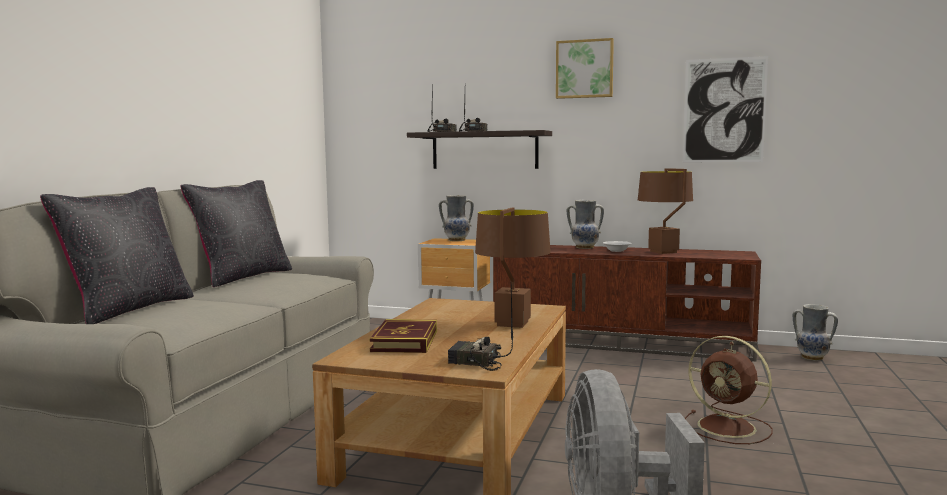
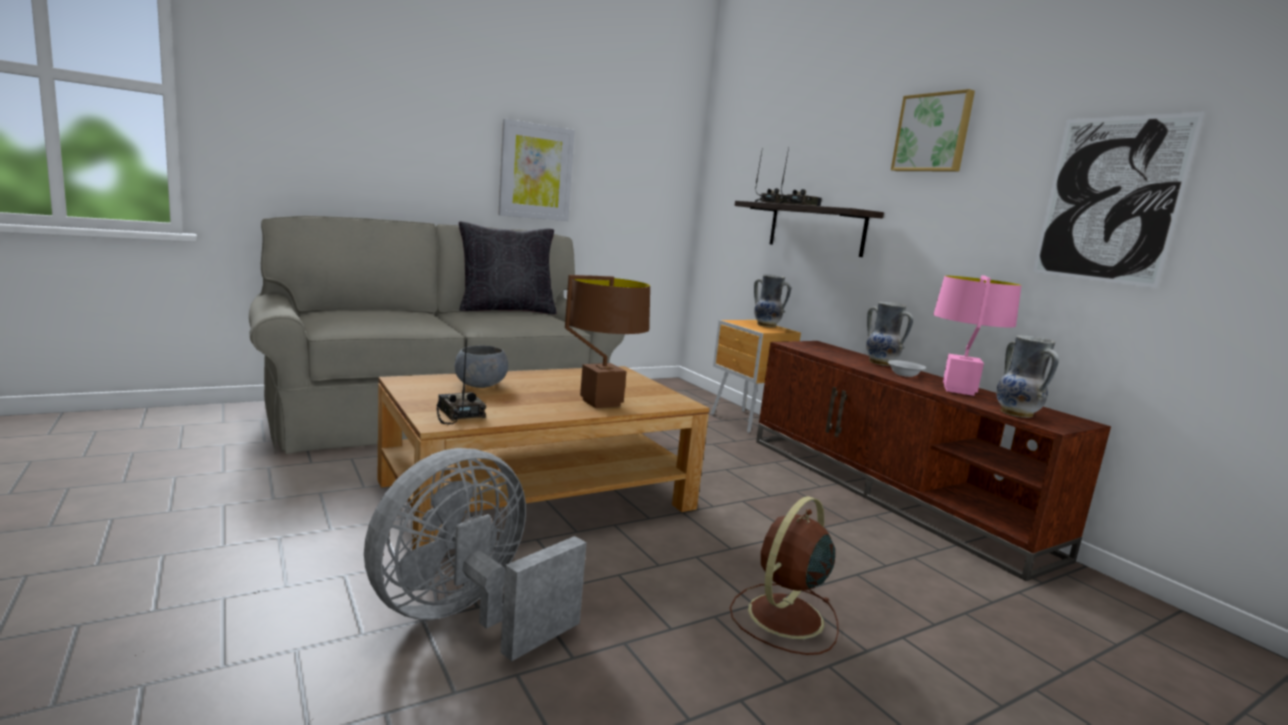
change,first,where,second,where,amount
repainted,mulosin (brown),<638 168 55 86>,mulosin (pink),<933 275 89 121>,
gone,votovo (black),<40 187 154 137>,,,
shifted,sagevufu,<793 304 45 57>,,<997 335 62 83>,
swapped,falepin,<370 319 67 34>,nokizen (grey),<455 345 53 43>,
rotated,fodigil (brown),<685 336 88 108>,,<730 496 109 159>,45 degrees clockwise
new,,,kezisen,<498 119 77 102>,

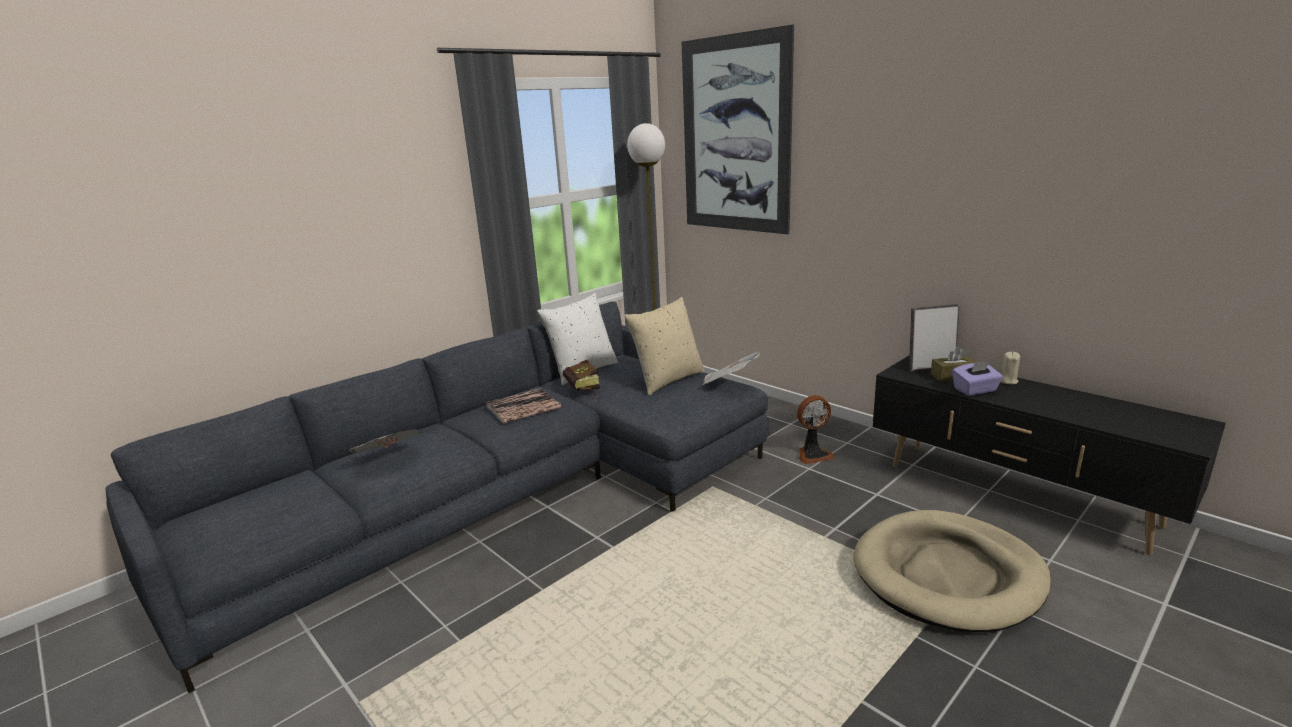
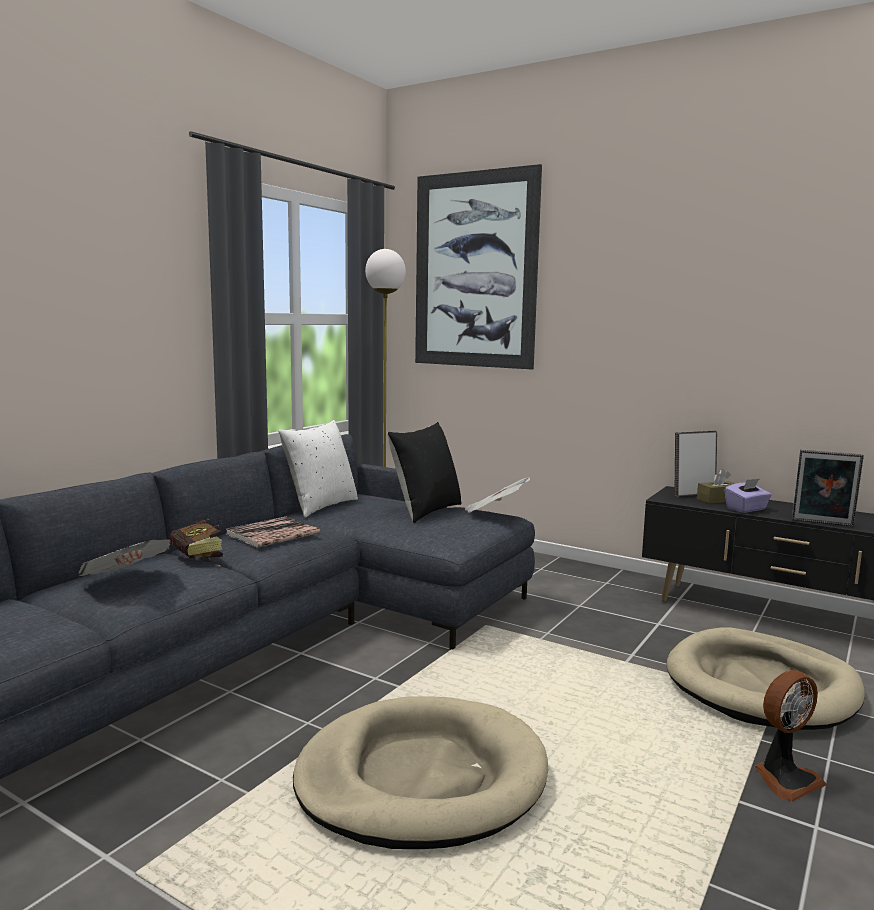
change,first,where,second,where,amount
repainted,votovo (beige),<624 297 80 98>,votovo (black),<387 422 75 101>,
gone,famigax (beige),<1001 352 19 33>,,,
shifted,falepin,<563 359 37 38>,,<169 519 54 48>,
shifted,fodigil,<797 395 38 69>,,<755 670 72 132>,
new,,,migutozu,<792 450 72 77>,
new,,,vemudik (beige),<293 696 255 153>,

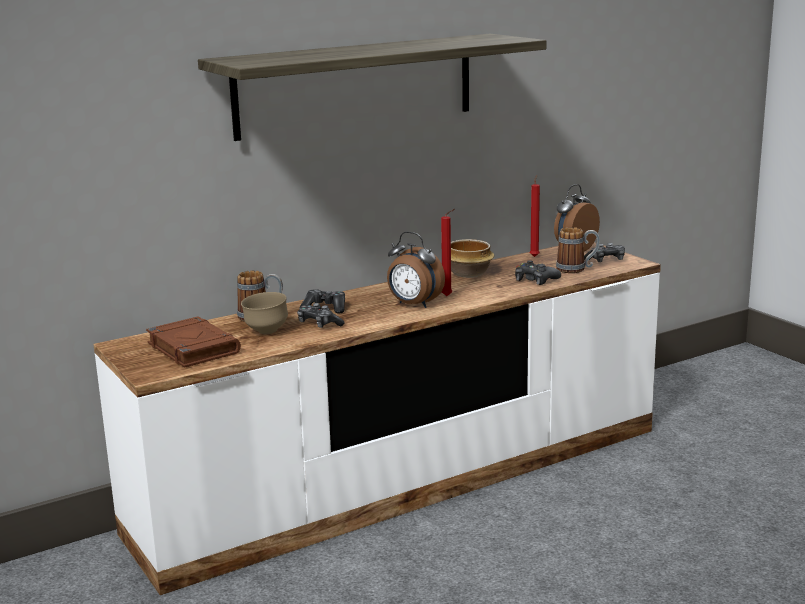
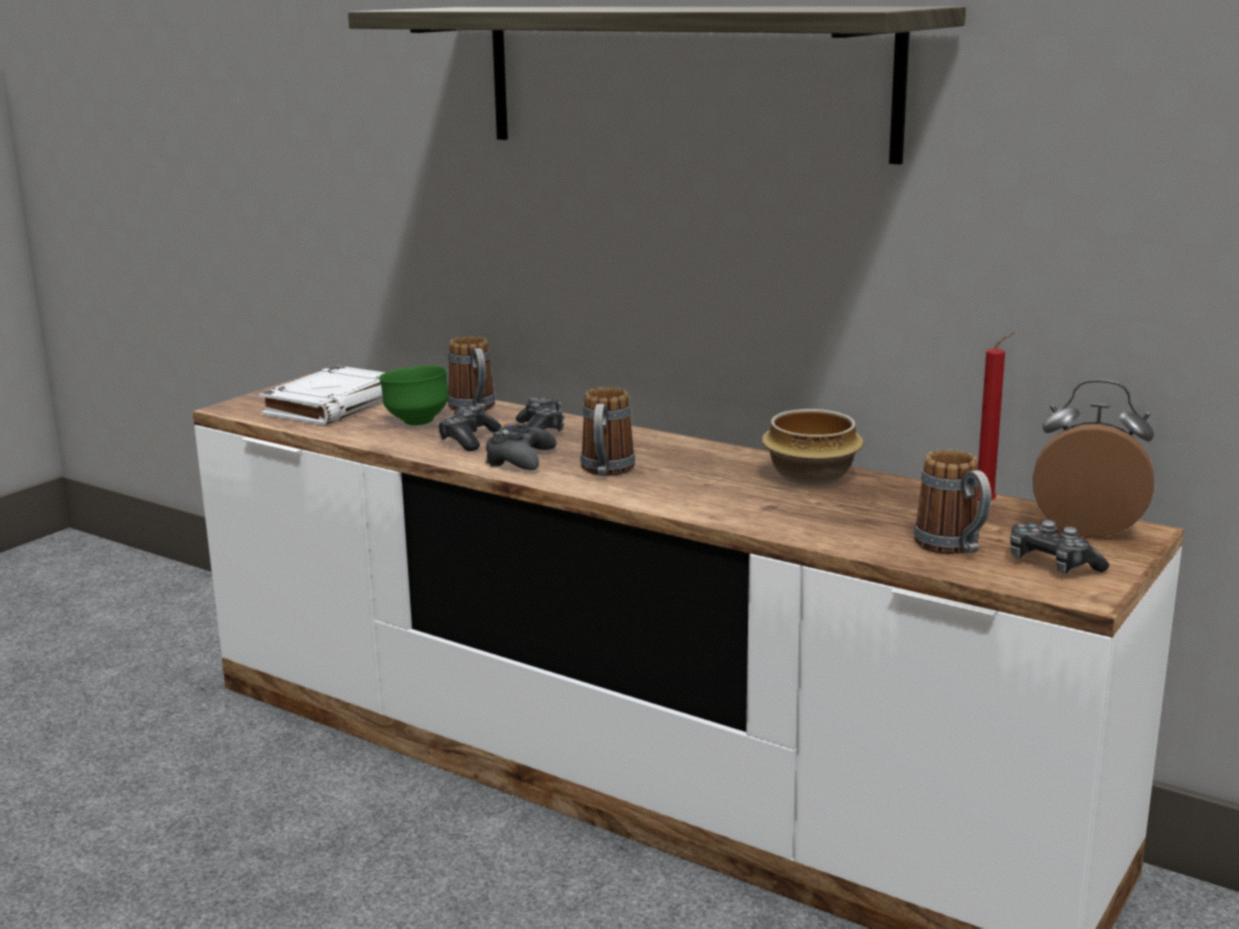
change,first,where,second,where,amount
gone,famigax (red),<441 209 14 87>,,,
swapped,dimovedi,<387 232 58 76>,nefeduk,<580 387 55 89>,
shifted,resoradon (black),<515 260 46 25>,,<485 423 72 47>,
repainted,nokizen (brown),<241 292 47 42>,nokizen (green),<379 366 70 59>,
repainted,falepin (brown),<146 317 95 51>,falepin (white),<259 366 127 59>,

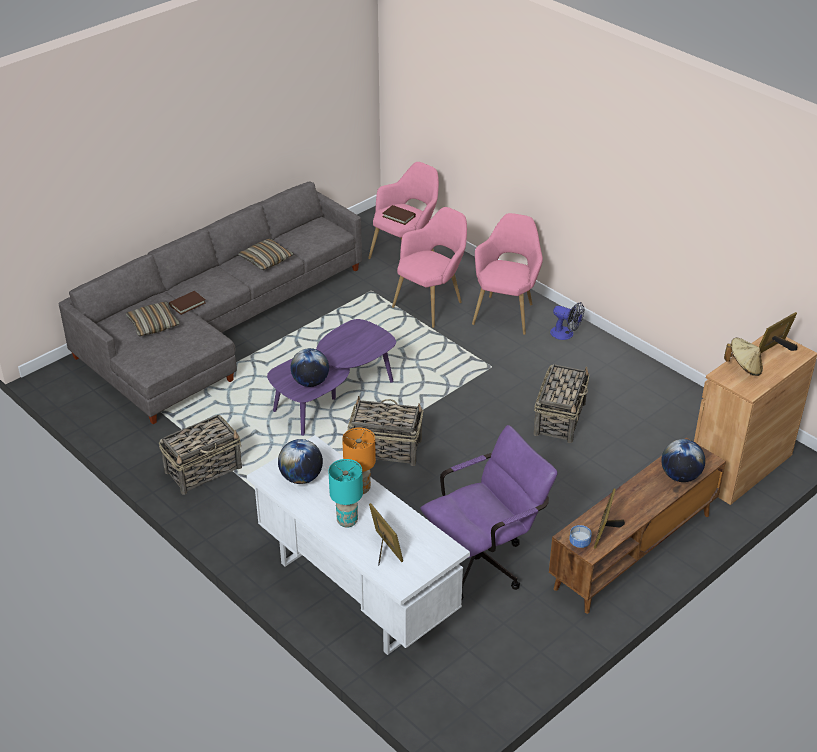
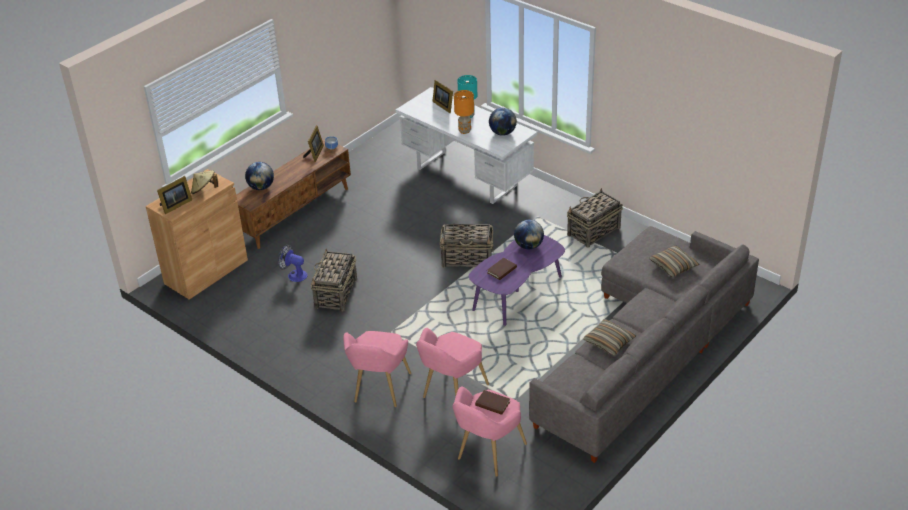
change,first,where,second,where,amount
shifted,falepin (brown),<169 291 37 24>,,<487 258 30 22>,
shifted,fodigil,<550 302 34 38>,,<278 244 29 38>,
gone,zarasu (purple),<420 425 138 175>,,,

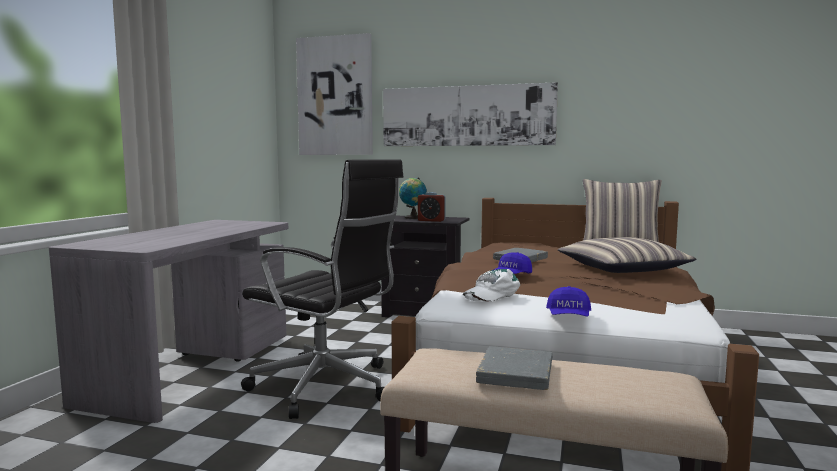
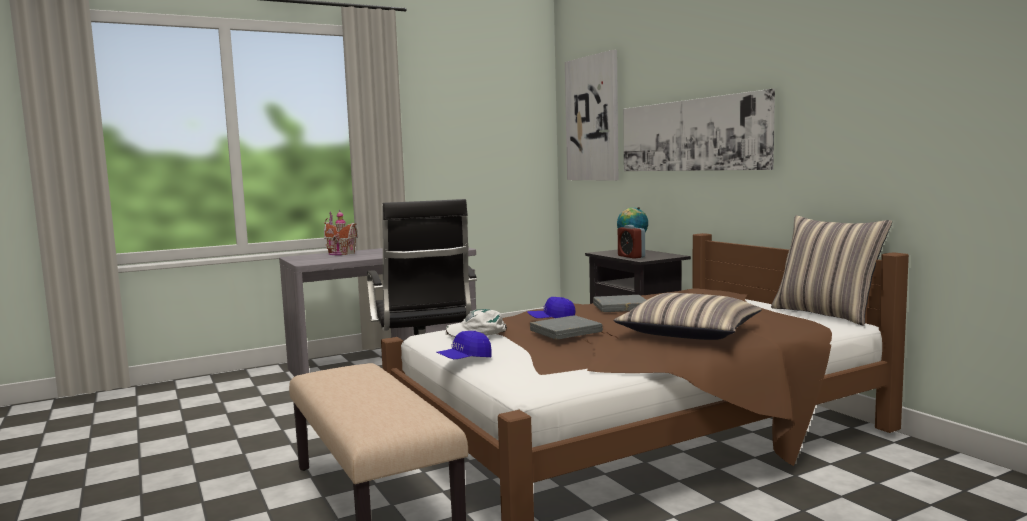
change,first,where,second,where,amount
shifted,falepin (grey),<476 346 76 44>,,<530 315 73 25>,
new,,,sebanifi,<324 209 34 46>,

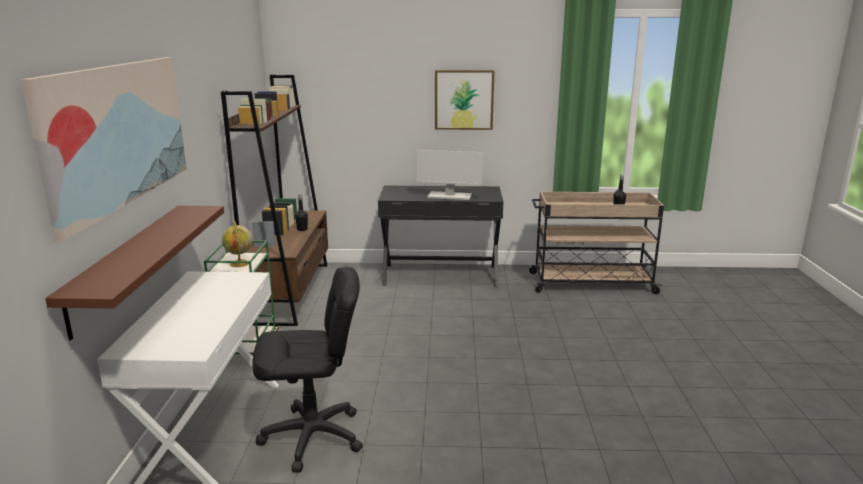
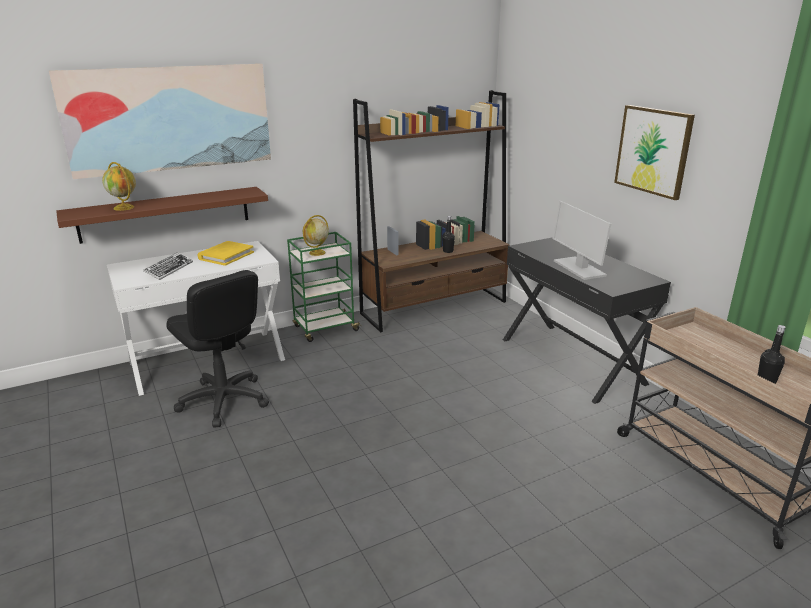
change,first,where,second,where,amount
new,,,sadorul,<102 162 34 49>,
new,,,falepin (yellow),<197 241 57 25>,
new,,,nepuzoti,<143 252 50 28>,

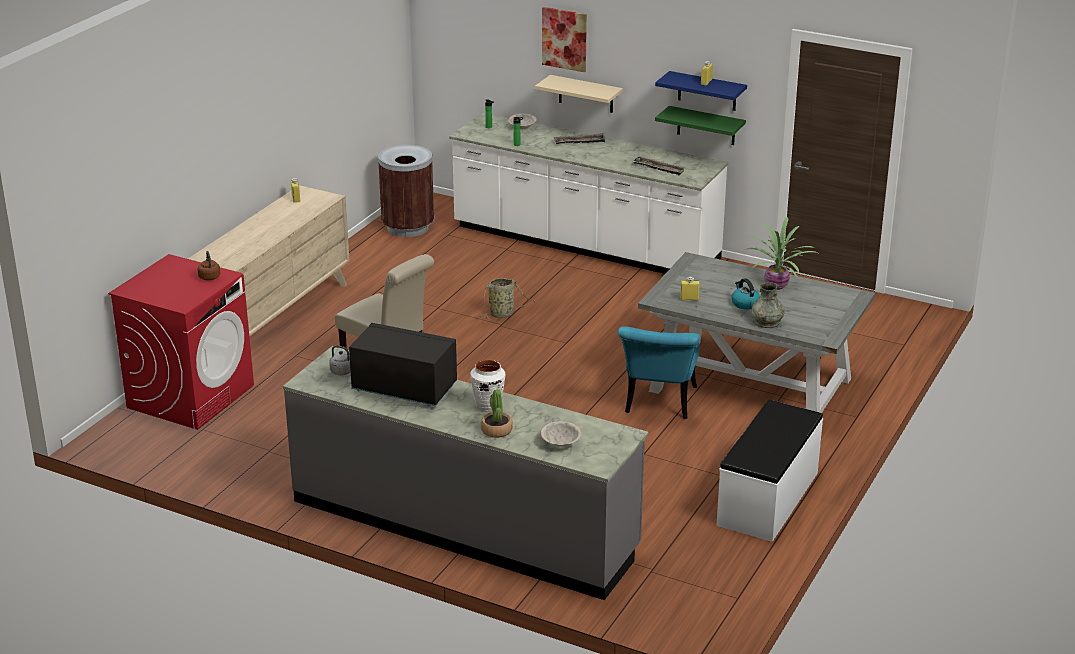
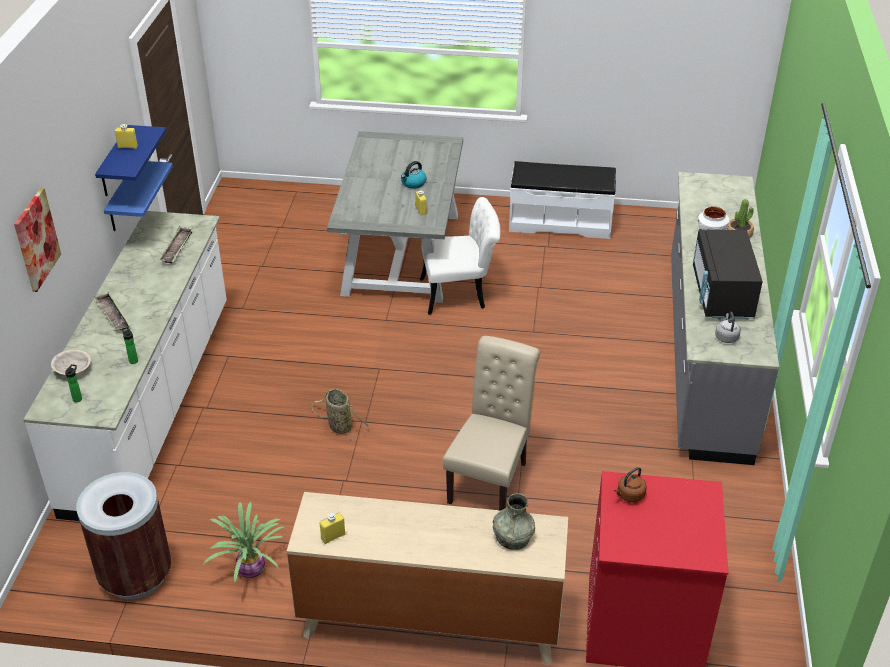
change,first,where,second,where,amount
gone,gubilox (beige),<535 75 88 38>,,,
repainted,gubilox (green),<655 106 91 39>,gubilox (blue),<104 161 69 70>,
shifted,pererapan,<743 217 75 73>,,<203 502 81 80>,
shifted,sagevufu (grey),<751 282 34 46>,,<493 493 42 57>,
repainted,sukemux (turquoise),<618 326 82 93>,sukemux (white),<420 197 81 118>,
gone,nokizen (beige),<541 421 40 26>,,,

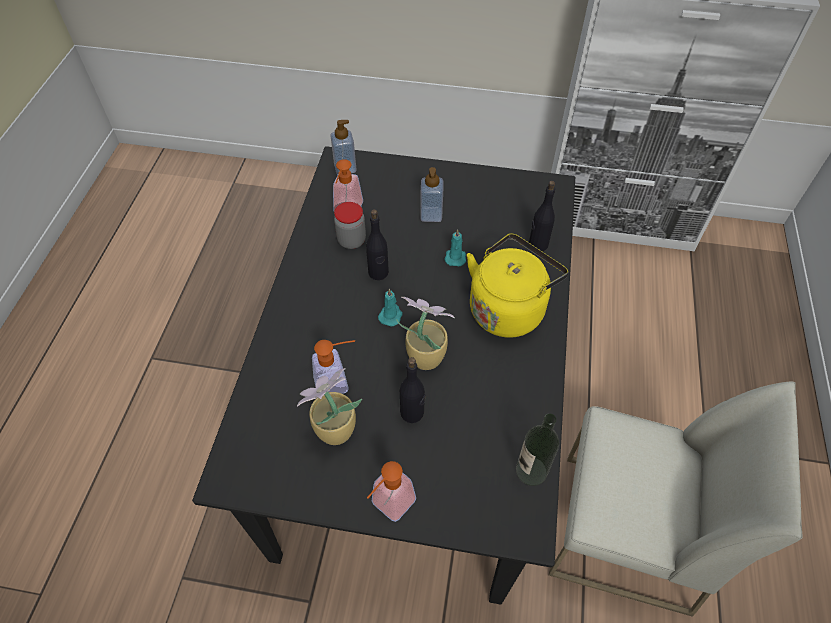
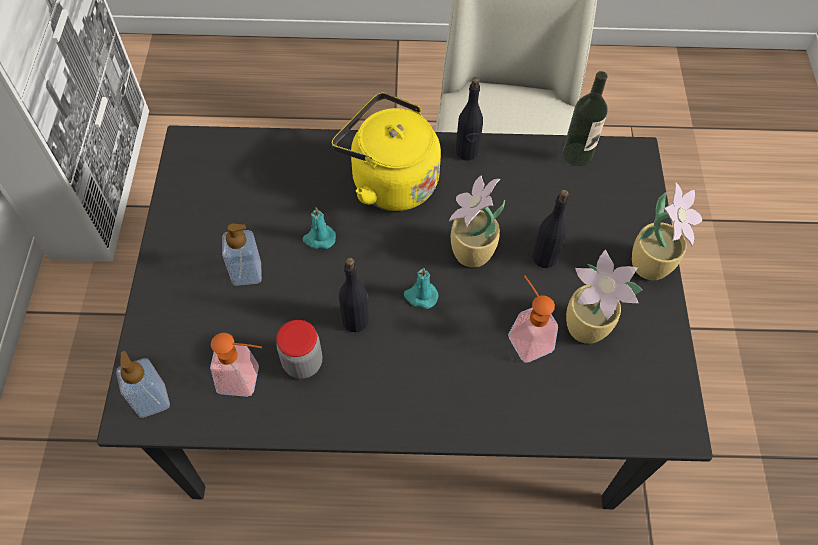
change,first,where,second,where,amount
shifted,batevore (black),<529 181 26 71>,,<456 77 27 84>,
swapped,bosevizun,<367 461 49 61>,pererapan,<632 182 70 98>,

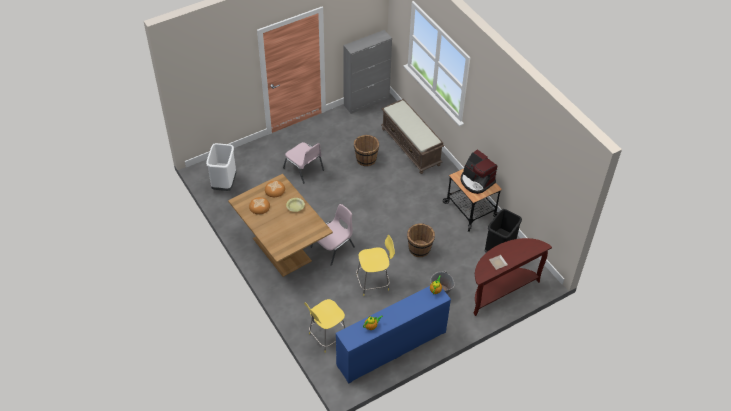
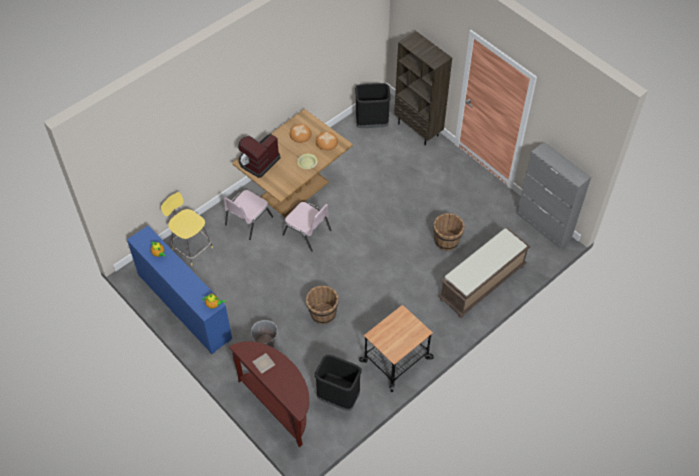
change,first,where,second,where,amount
shifted,sukemux (pink),<283 142 41 42>,,<224 190 49 50>,
repainted,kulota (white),<206 143 30 48>,kulota (black),<355 83 36 45>,
shifted,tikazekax,<461 149 36 45>,,<238 134 42 44>,
gone,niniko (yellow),<356 234 39 62>,,,
new,,,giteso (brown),<394 31 58 115>,

